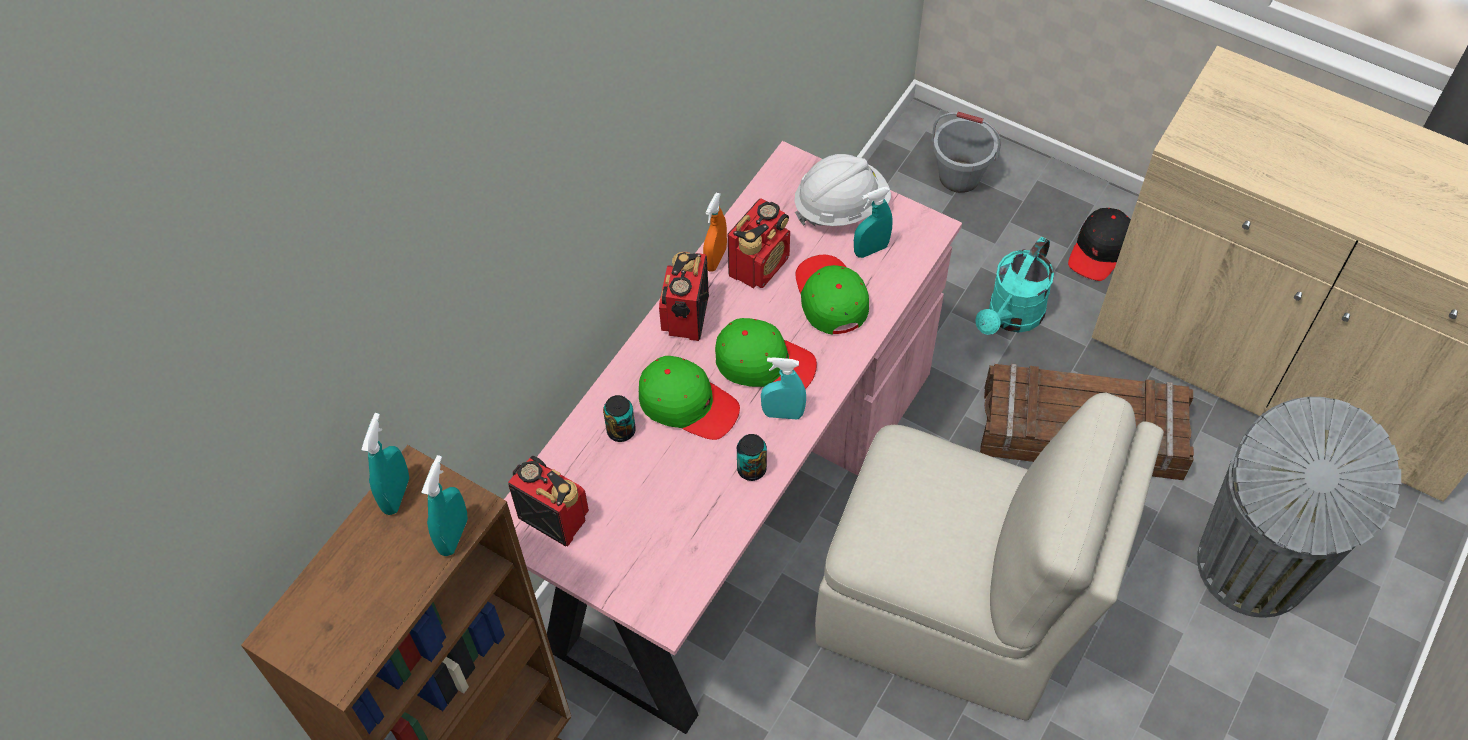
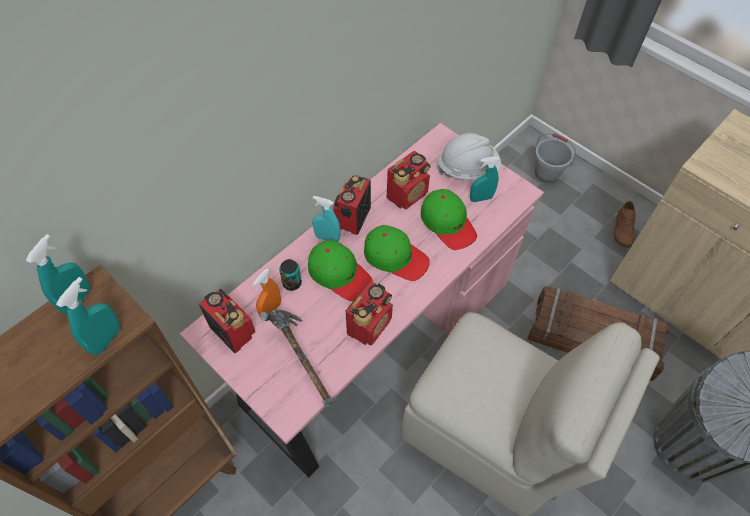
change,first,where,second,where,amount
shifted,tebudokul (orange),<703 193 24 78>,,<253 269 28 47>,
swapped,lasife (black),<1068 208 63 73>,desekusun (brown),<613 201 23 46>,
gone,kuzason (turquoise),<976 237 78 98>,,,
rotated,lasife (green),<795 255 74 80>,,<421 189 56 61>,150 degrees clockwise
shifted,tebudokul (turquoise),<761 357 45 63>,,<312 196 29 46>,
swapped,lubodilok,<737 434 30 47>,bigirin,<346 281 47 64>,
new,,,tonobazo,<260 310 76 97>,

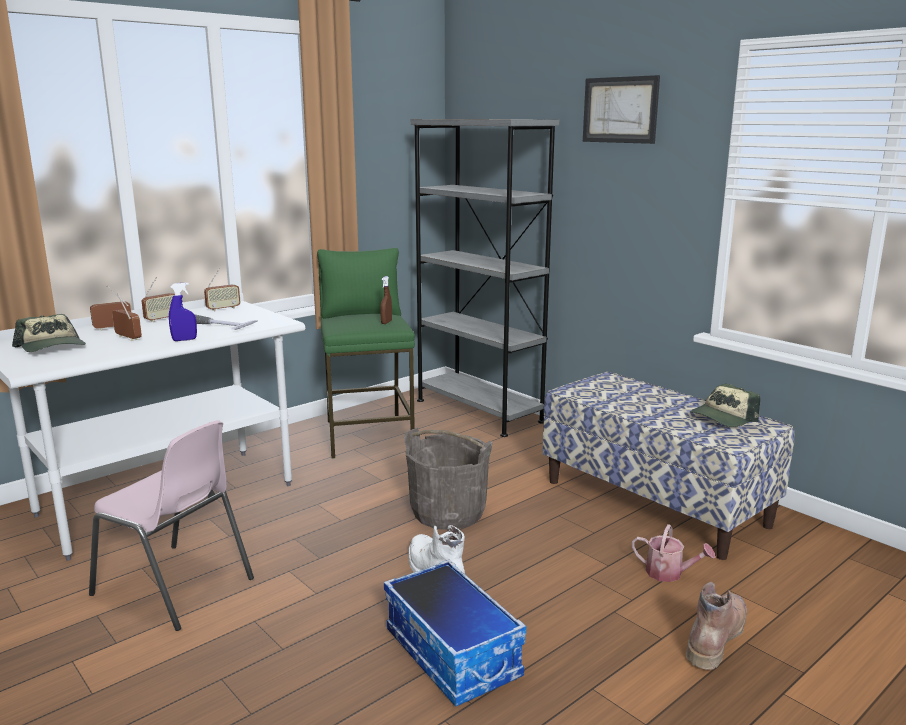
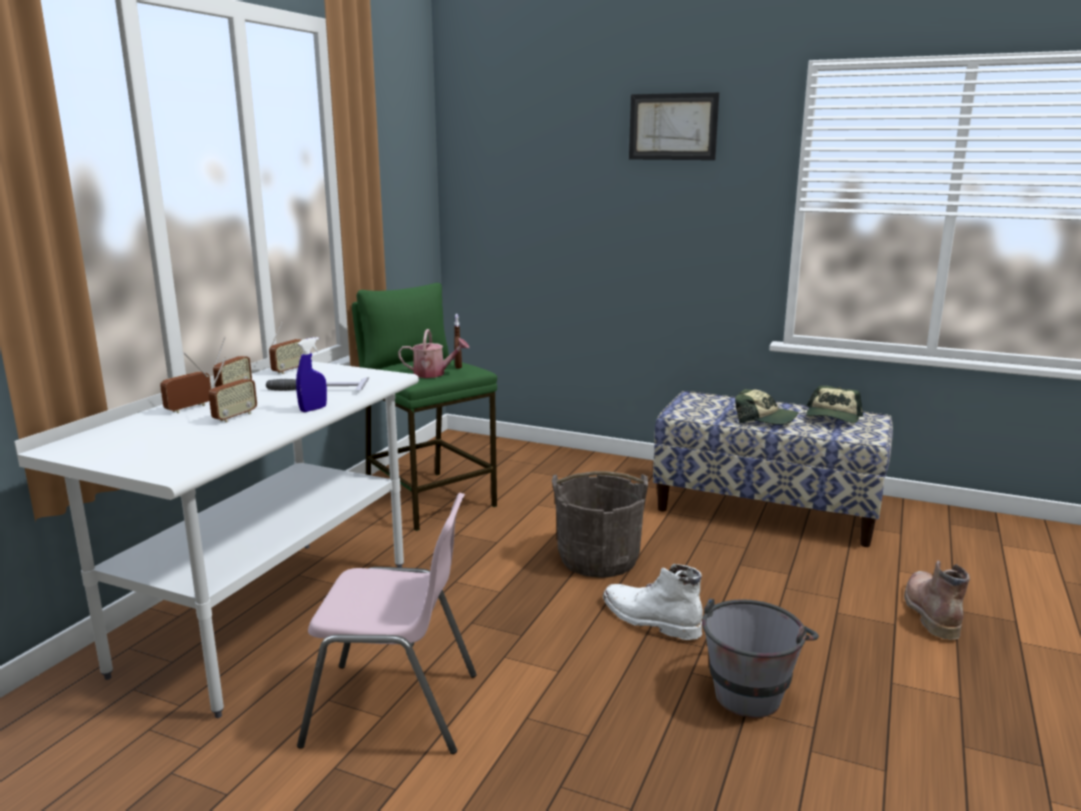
change,first,where,second,where,amount
gone,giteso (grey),<411 119 148 318>,,,
rotated,bigirin,<112 293 30 48>,,<209 358 48 64>,105 degrees clockwise
shifted,lasife,<12 314 74 38>,,<735 389 64 35>,
shifted,kuzason,<632 524 83 58>,,<398 329 71 49>,
swapped,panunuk,<384 559 142 148>,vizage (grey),<702 599 117 119>,

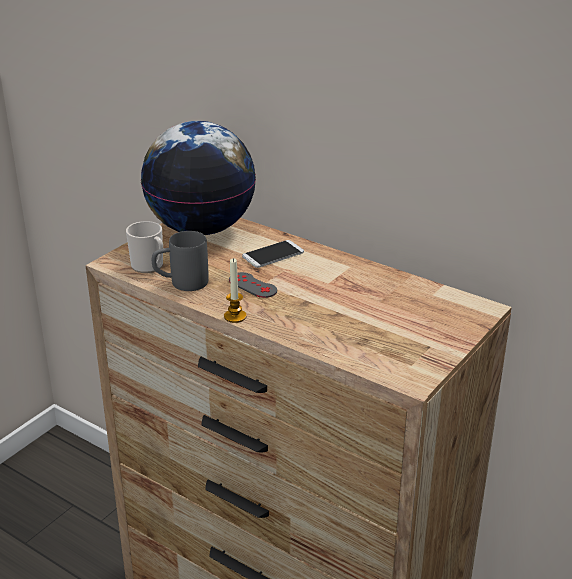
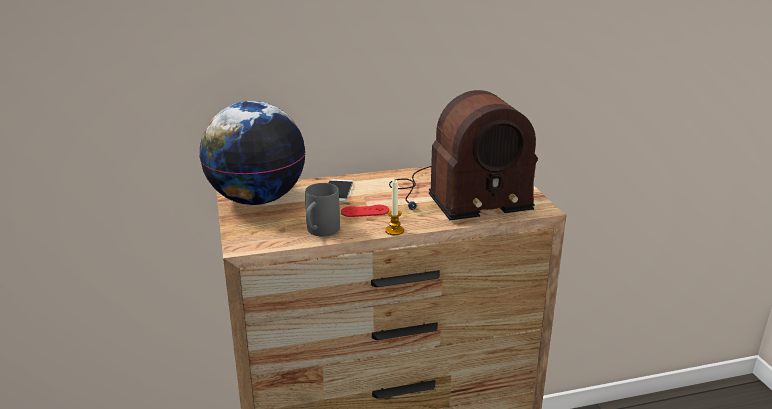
change,first,where,second,where,amount
gone,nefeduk,<126 221 37 52>,,,
repainted,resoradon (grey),<229 272 48 26>,resoradon (red),<341 205 48 12>,
new,,,bigirin,<389 90 149 130>,

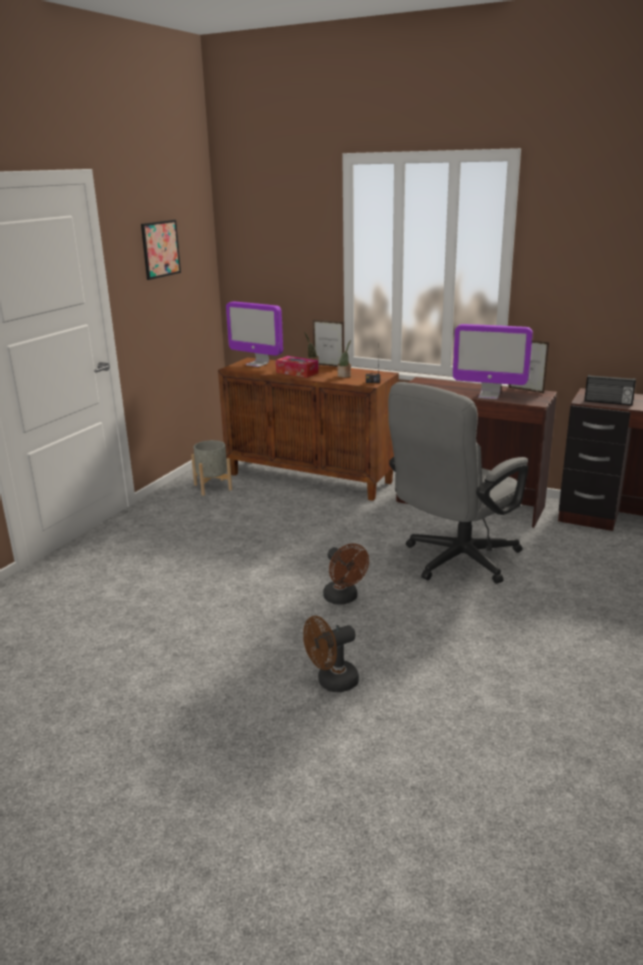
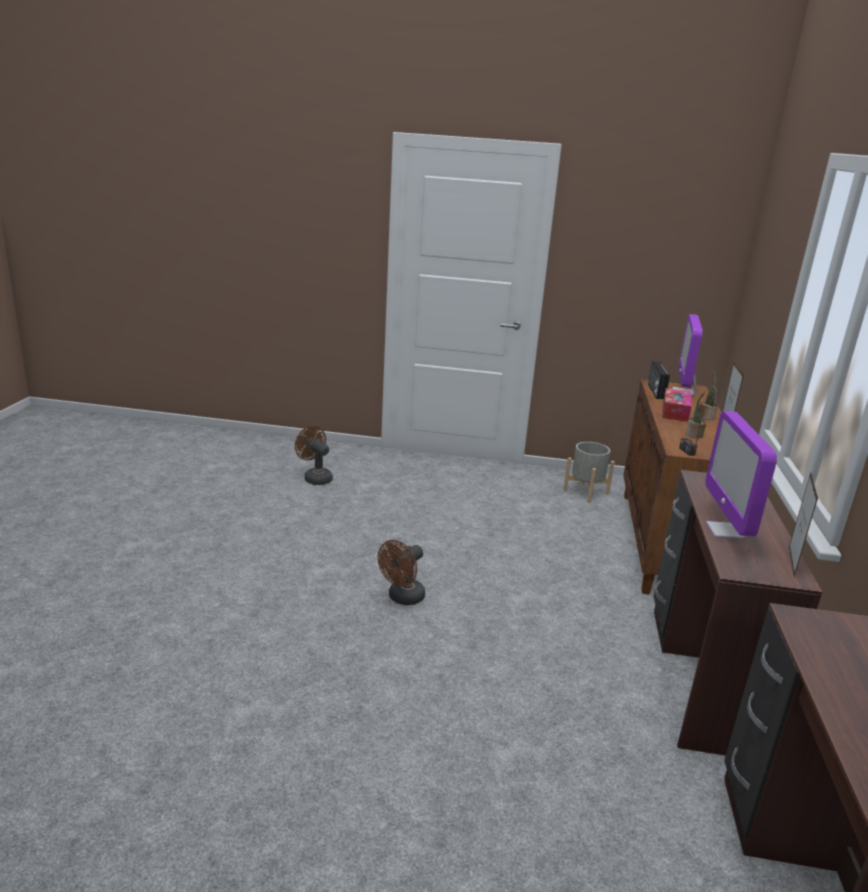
change,first,where,second,where,amount
gone,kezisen,<141 220 40 60>,,,
shifted,bigirin,<584 375 52 31>,,<648 361 22 38>,
gone,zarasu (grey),<388 382 140 202>,,,
shifted,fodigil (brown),<303 616 56 76>,,<295 426 38 59>,

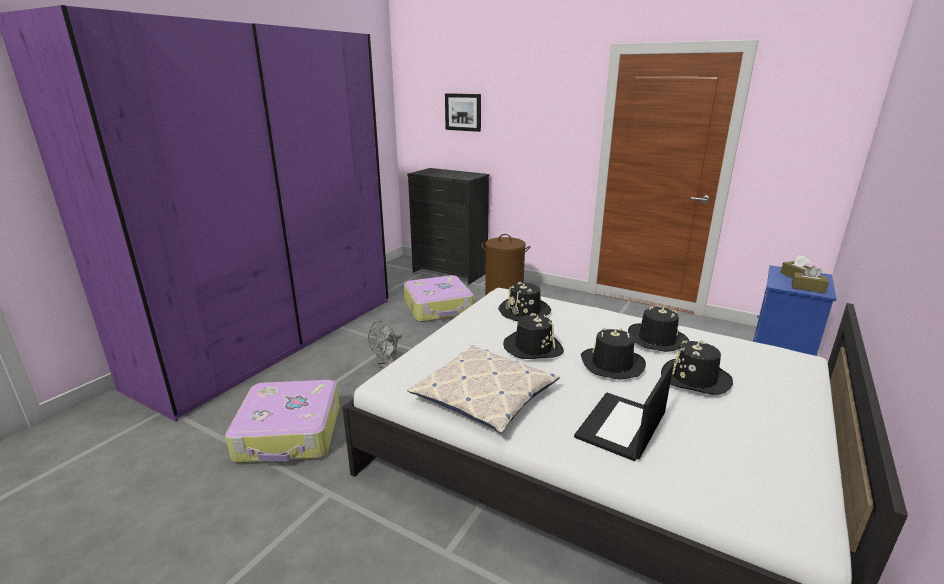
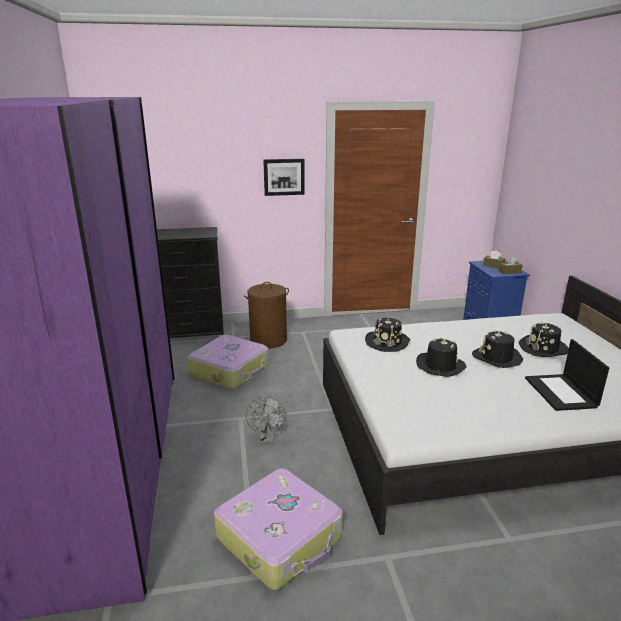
change,first,where,second,where,amount
shifted,kezisen,<445 93 36 39>,,<263 159 42 37>,
gone,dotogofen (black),<628 305 61 47>,,,
gone,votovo,<407 345 153 89>,,,

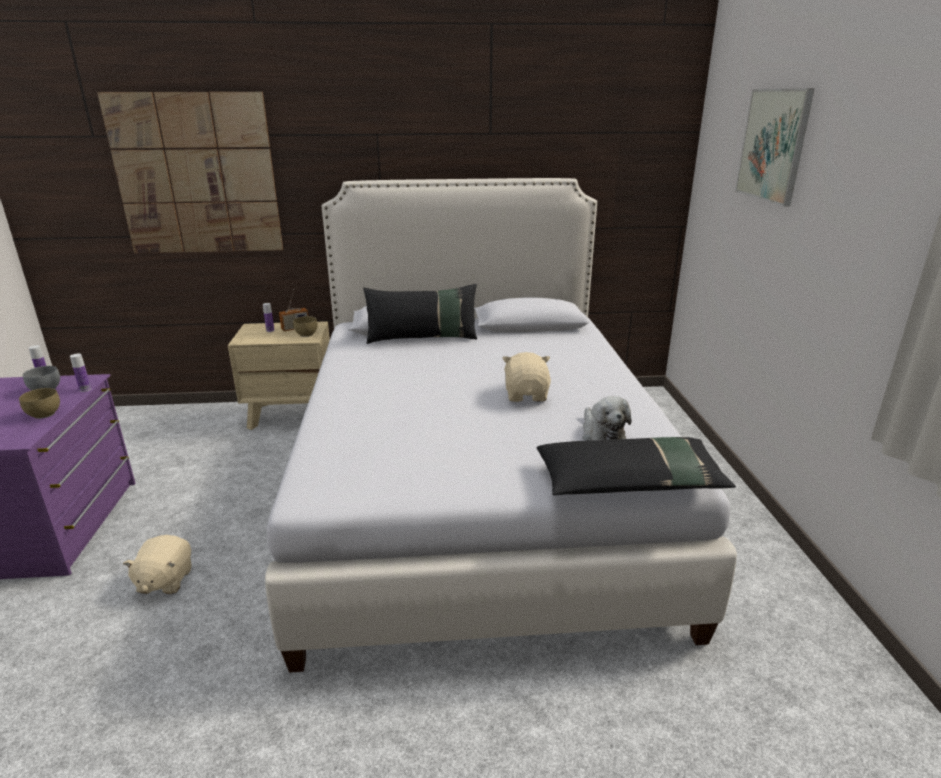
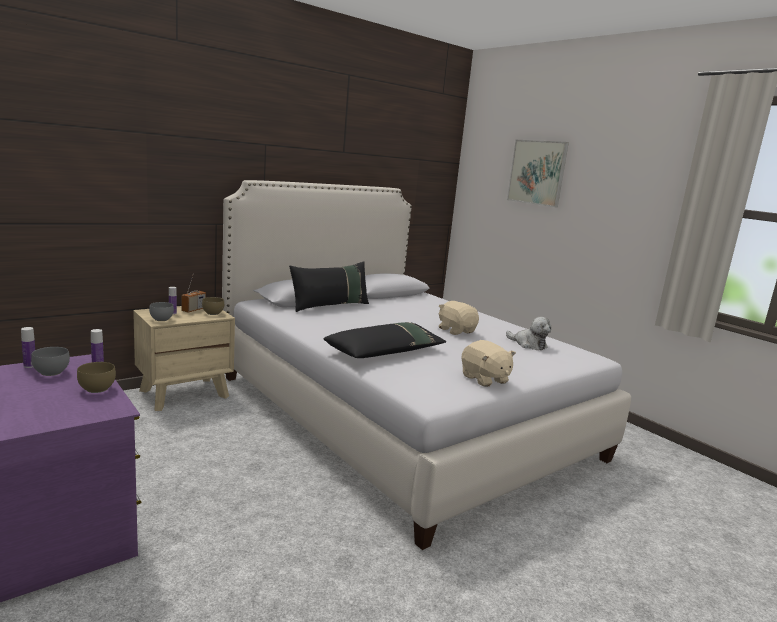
change,first,where,second,where,amount
gone,kezisen,<97 92 186 161>,,,
shifted,votovo (black),<537 437 199 58>,,<323 322 123 36>,
shifted,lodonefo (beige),<123 535 69 59>,,<461 340 55 47>,
new,,,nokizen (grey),<149 302 25 19>,

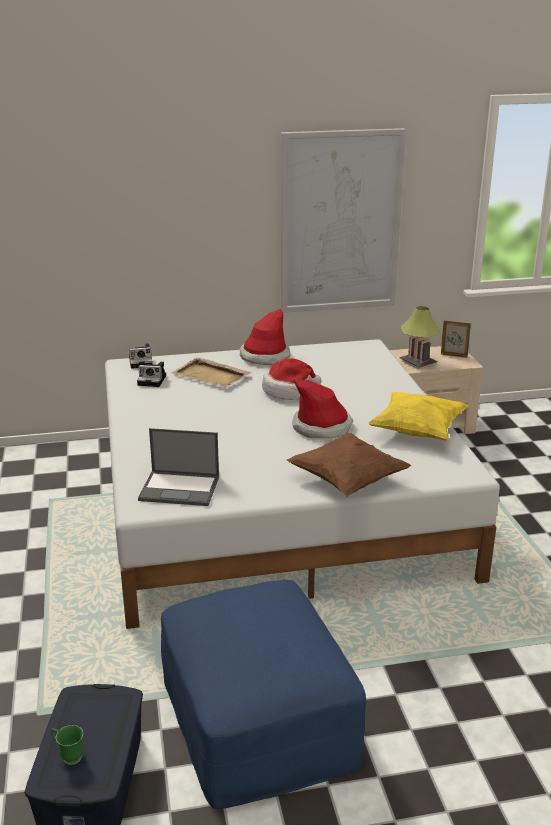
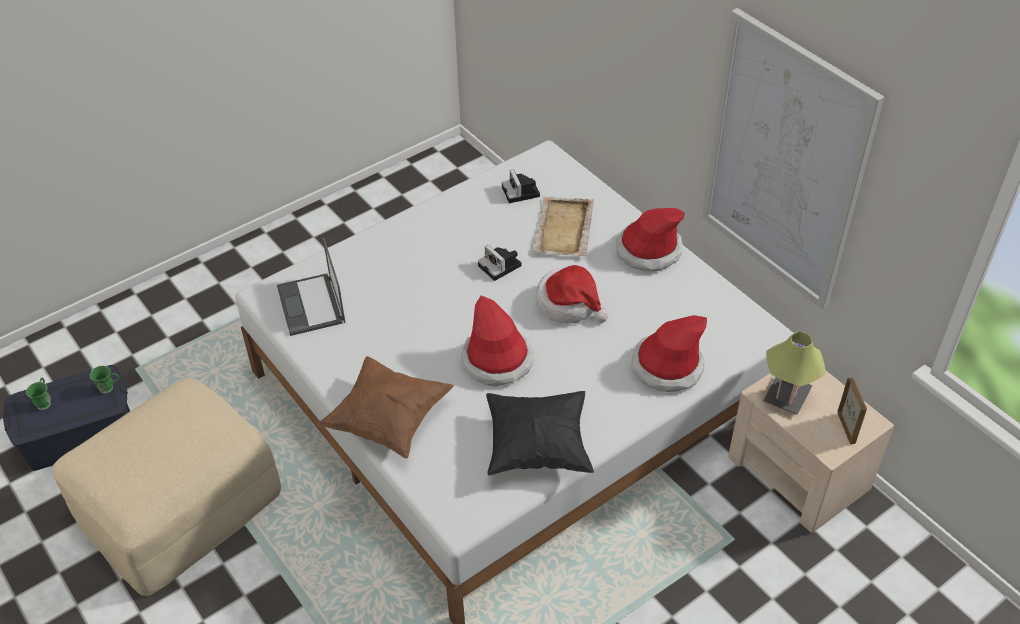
change,first,where,second,where,amount
shifted,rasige,<129 343 23 26>,,<478 245 44 36>,
repainted,votovo (yellow),<368 392 100 49>,votovo (black),<486 391 108 84>,
repainted,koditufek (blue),<161 580 205 229>,koditufek (beige),<52 378 229 218>,
new,,,dotogofen,<632 315 75 77>,
new,,,nefeduk (green),<90 366 29 27>,

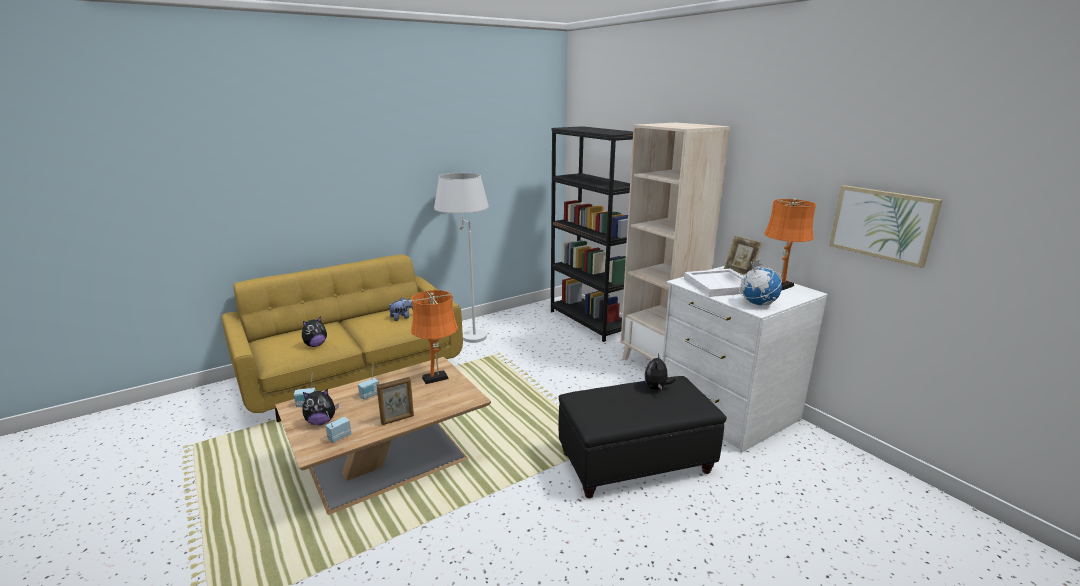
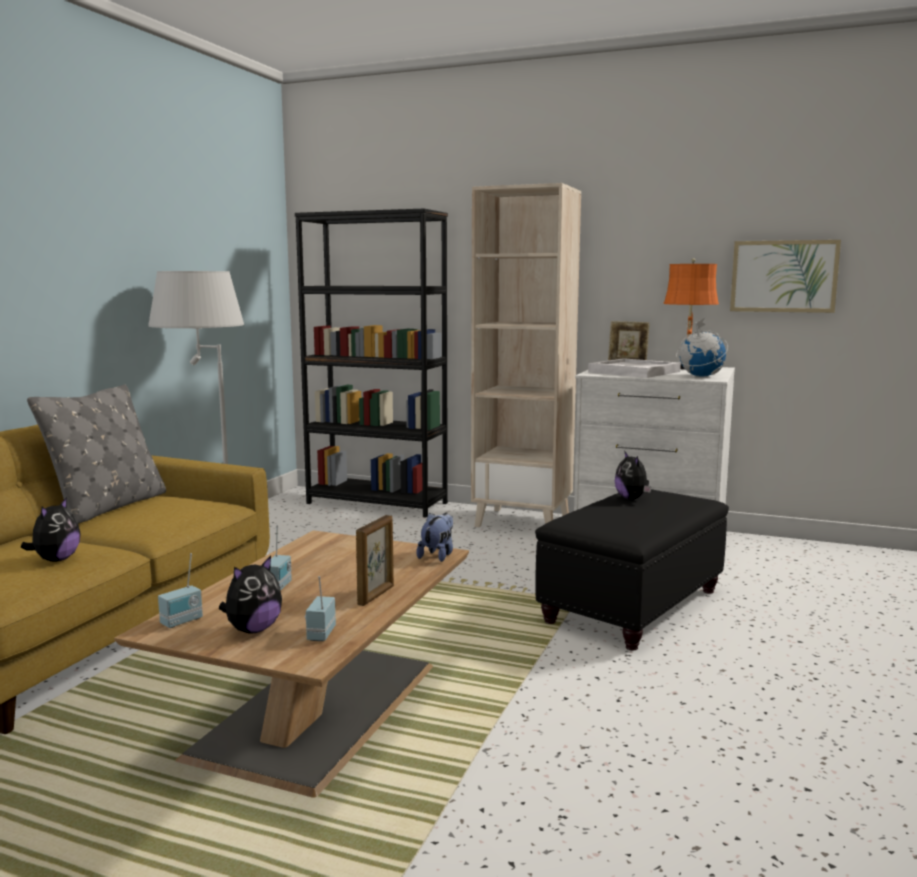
change,first,where,second,where,amount
gone,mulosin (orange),<411 290 47 94>,,,
shifted,lodonefo,<388 298 25 23>,,<416 512 37 50>,
new,,,votovo (grey),<27 384 139 140>,

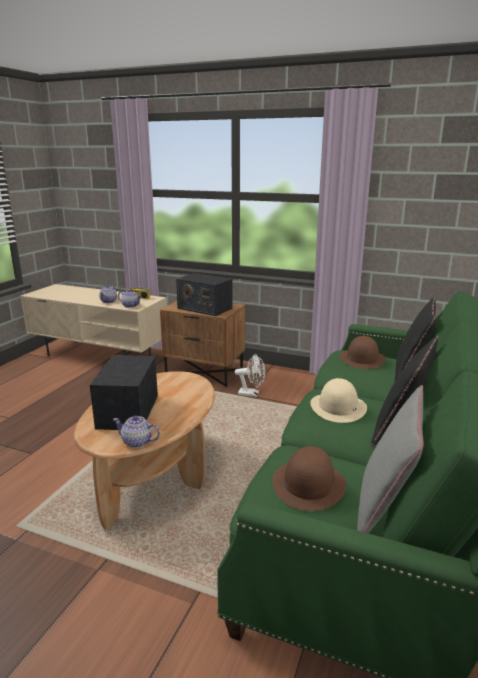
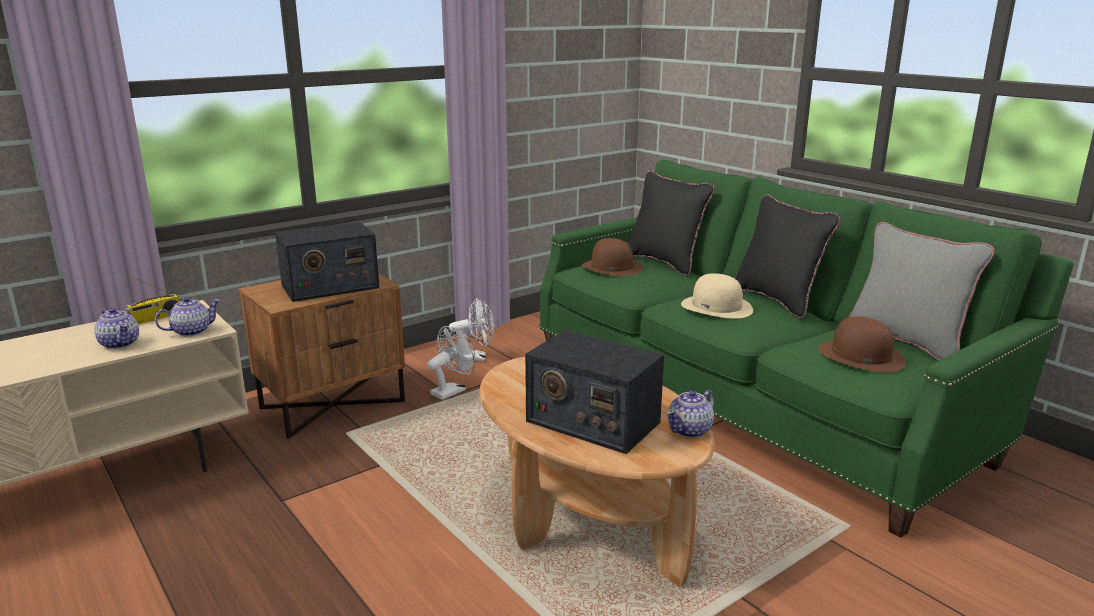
change,first,where,second,where,amount
new,,,fodigil (white),<449 298 45 63>,

